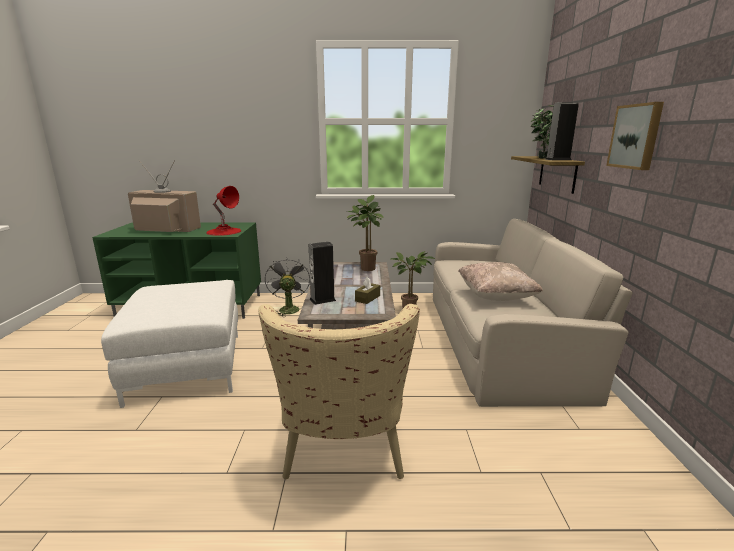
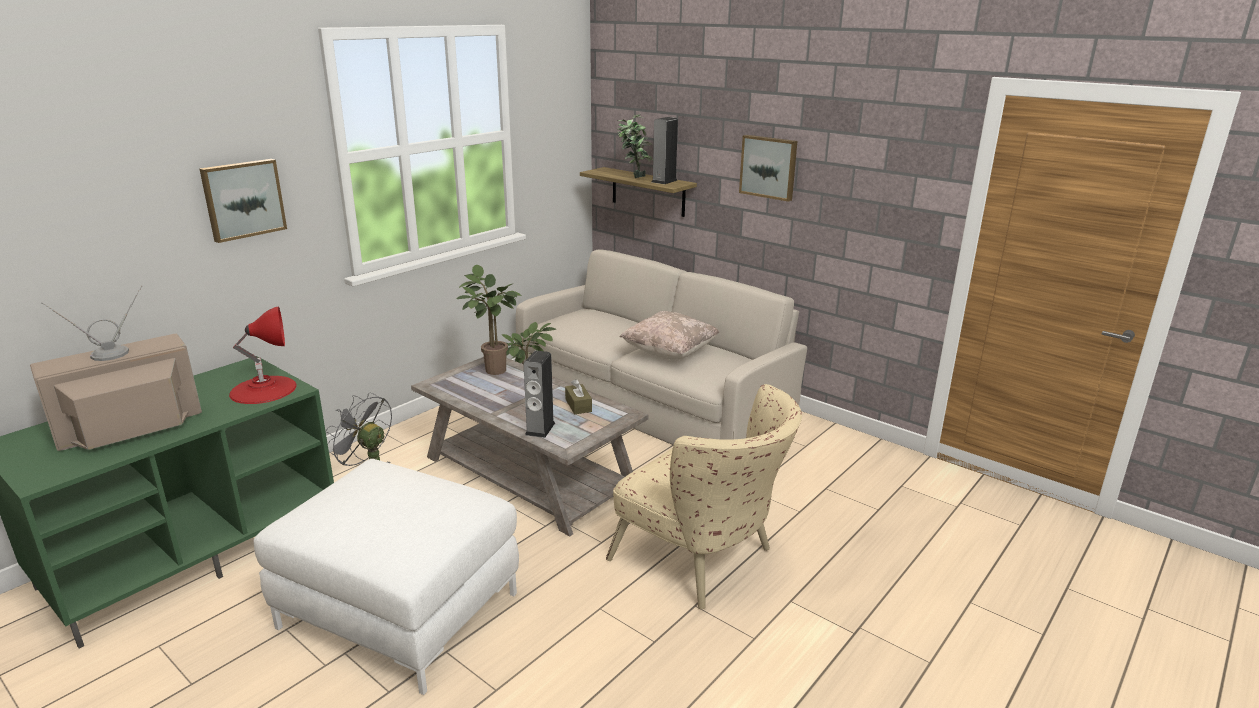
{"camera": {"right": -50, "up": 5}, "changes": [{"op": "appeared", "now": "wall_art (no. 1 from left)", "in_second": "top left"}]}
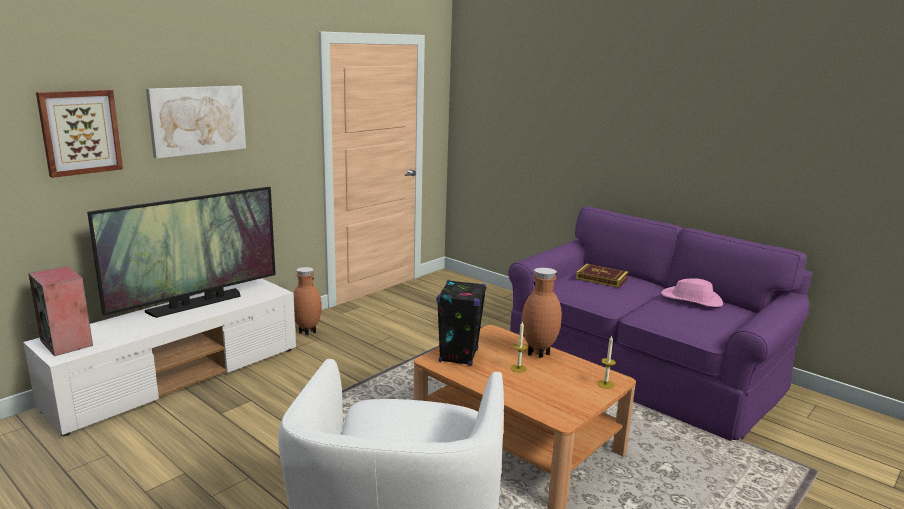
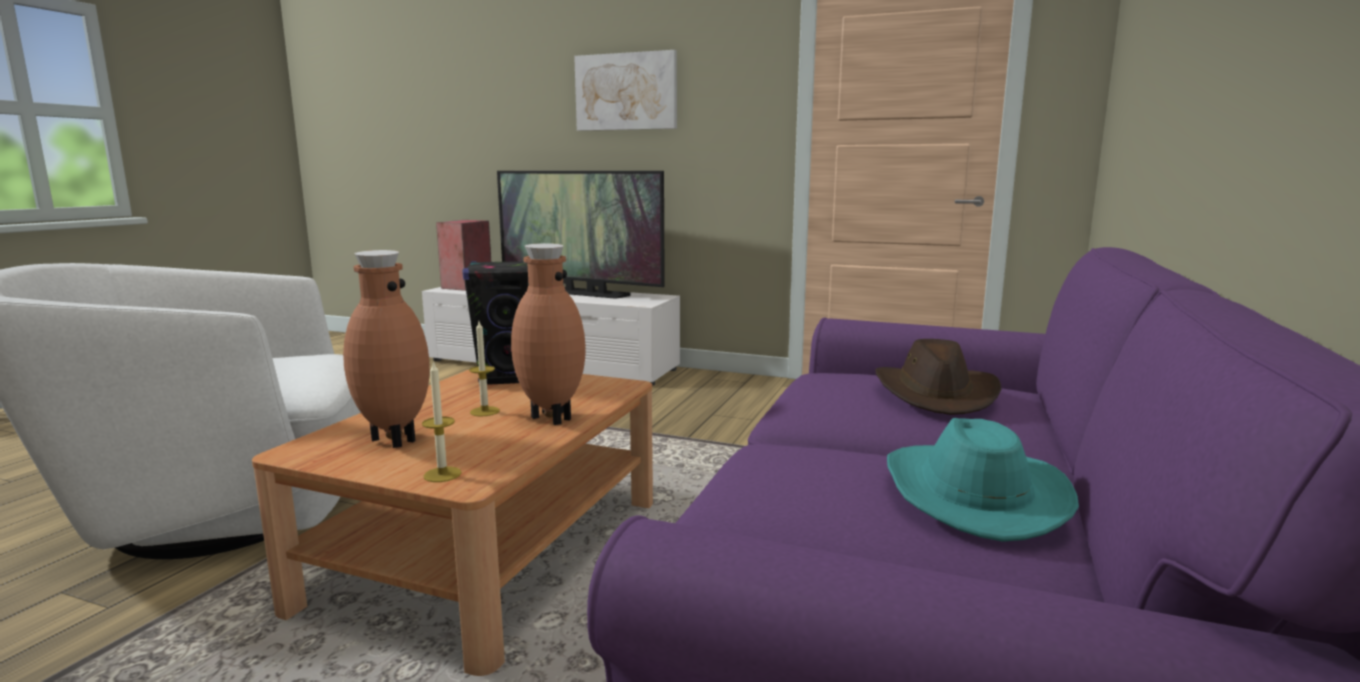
{"camera": {"right": 70, "up": -5}, "changes": [{"op": "missing", "was": "wall_art (no. 1 from left)", "in_first": "top left"}, {"op": "exchanged", "was": "volume", "now": "brown-coloured_clothing_hat", "in_first": "centre", "in_second": "middle right"}, {"op": "relocated", "was": "brown-coloured_decorative_vase (no. 1 from left)", "in_first": "centre", "in_second": "middle left"}, {"op": "colour", "was": "pink_clothing_hat", "now": "turquoise_clothing_hat", "in_first": "middle right", "in_second": "bottom right"}]}
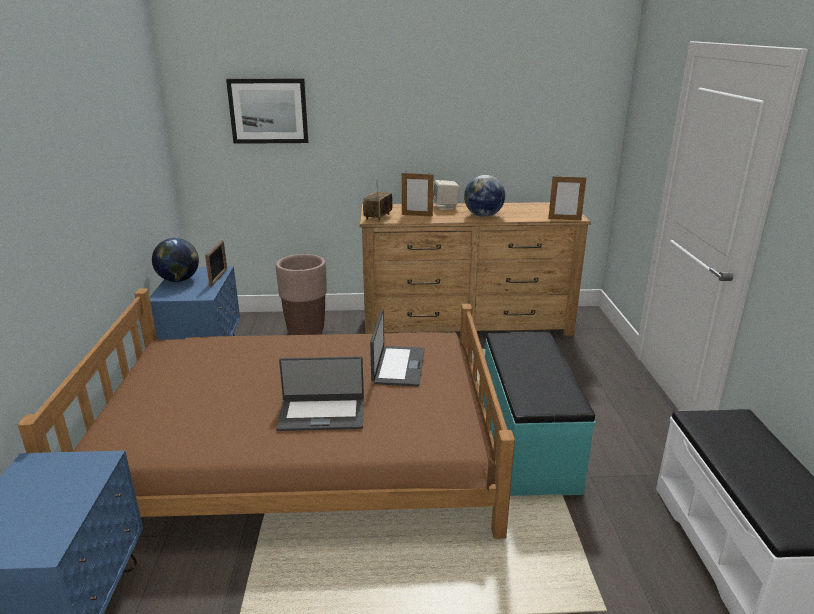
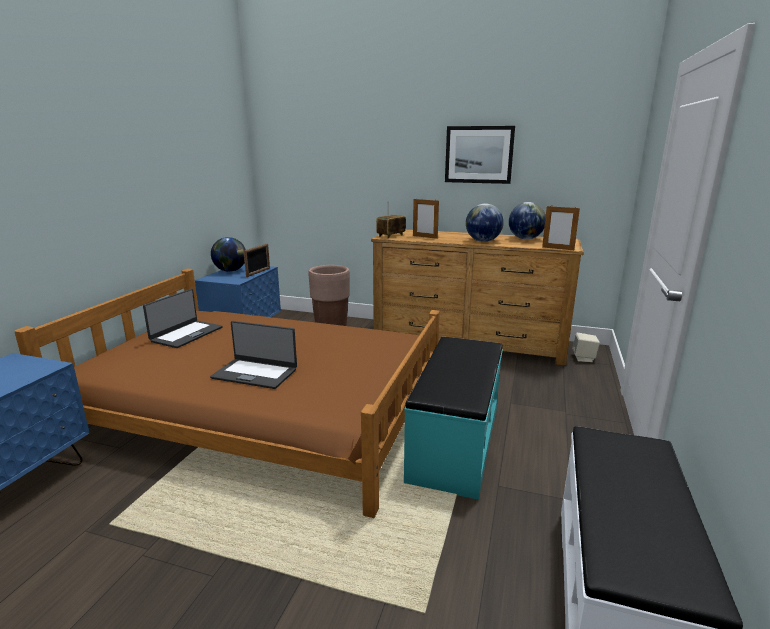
{"camera": {"right": 20, "up": -5}, "changes": [{"op": "relocated", "was": "wall_art", "in_first": "top left", "in_second": "top centre"}, {"op": "relocated", "was": "sand-coloured_loudspeaker", "in_first": "top centre", "in_second": "middle right"}, {"op": "relocated", "was": "notebook_computer (no. 2 from left in the first image)", "now": "notebook_computer (no. 1 from left)", "in_first": "centre", "in_second": "middle left"}, {"op": "appeared", "now": "world_globe (no. 3 from left)", "in_second": "middle right"}]}
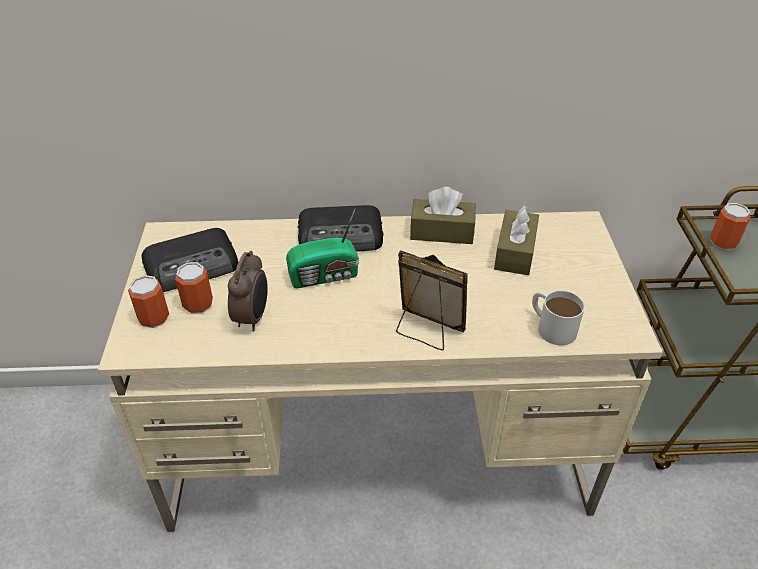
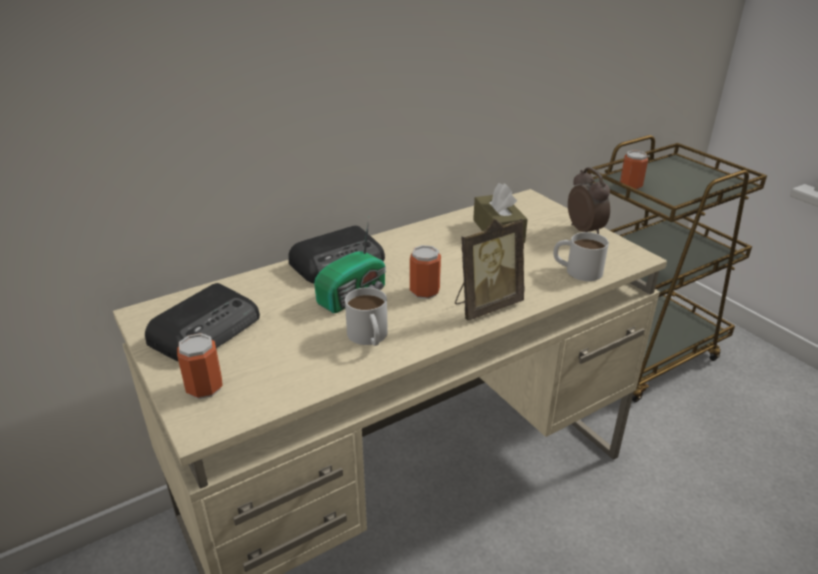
{"camera": {"right": -30, "up": -10}, "changes": [{"op": "missing", "was": "brown-coloured_tissue_box (no. 1 from left)", "in_first": "centre"}, {"op": "spun", "was": "picture_frame", "in_first": "centre", "in_second": "centre", "clockwise": 150}, {"op": "relocated", "was": "alarm_clock", "in_first": "middle left", "in_second": "middle right"}, {"op": "relocated", "was": "can (no. 2 from left)", "in_first": "middle left", "in_second": "centre"}, {"op": "appeared", "now": "white-coloured_mug (no. 1 from left)", "in_second": "centre"}]}
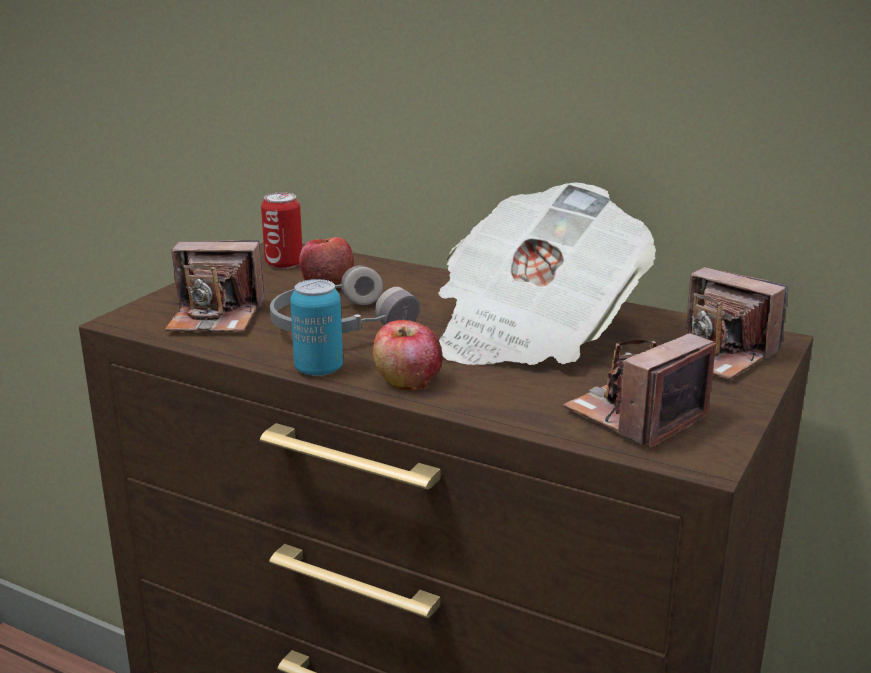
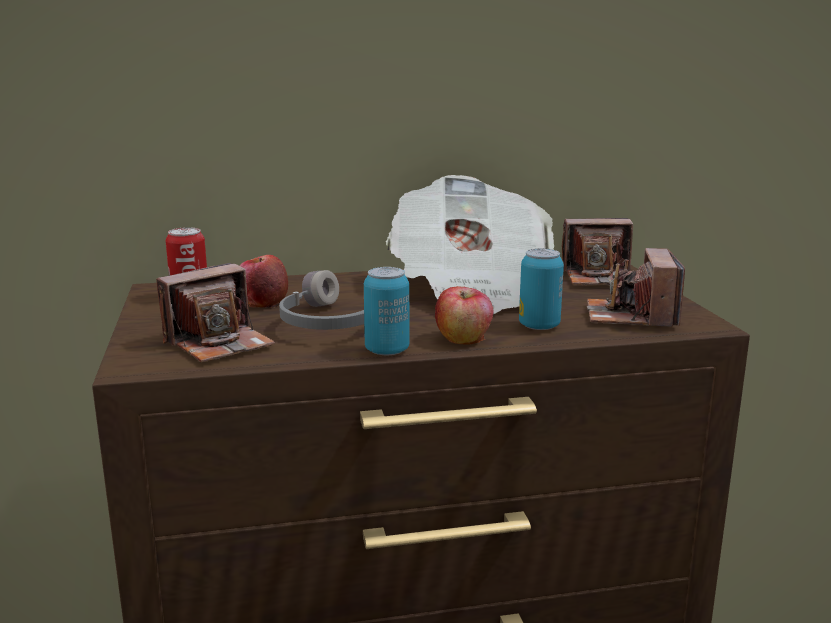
{"camera": {"right": -40, "up": -5}, "changes": [{"op": "appeared", "now": "can (no. 3 from left)", "in_second": "centre"}]}
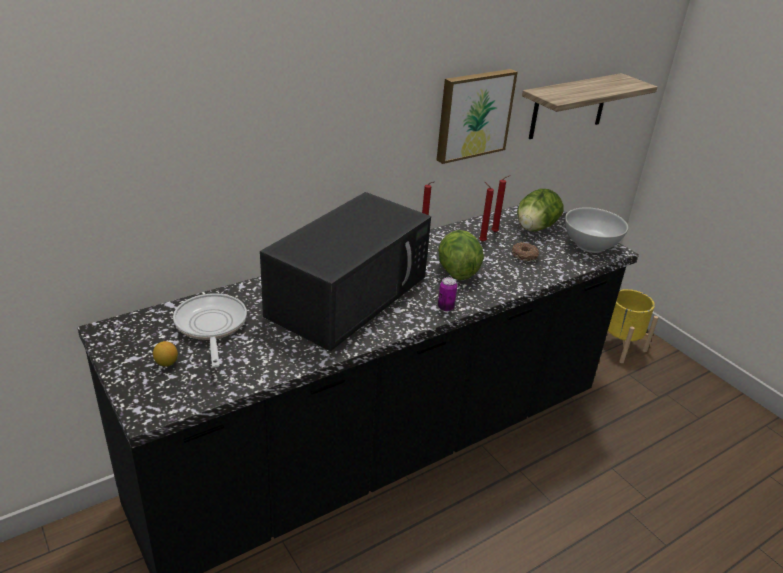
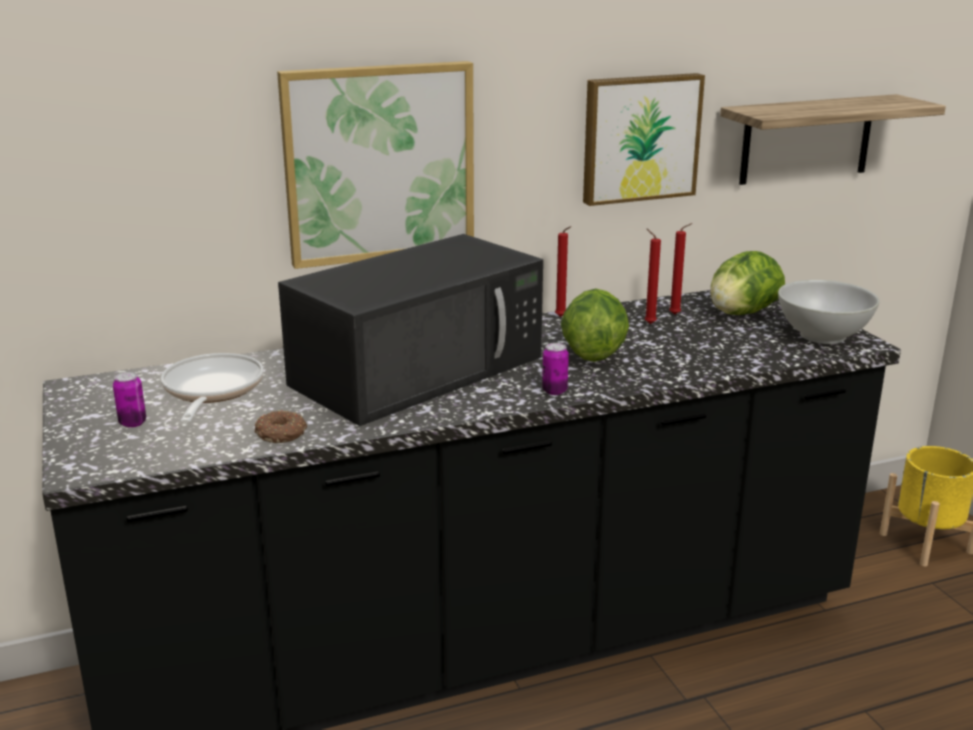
{"camera": {"right": 15, "up": -10}, "changes": [{"op": "relocated", "was": "donut", "in_first": "middle right", "in_second": "middle left"}, {"op": "exchanged", "was": "whole_lemon", "now": "can (no. 1 from left)", "in_first": "middle left", "in_second": "middle left"}, {"op": "appeared", "now": "wall_art (no. 1 from left)", "in_second": "top centre"}]}
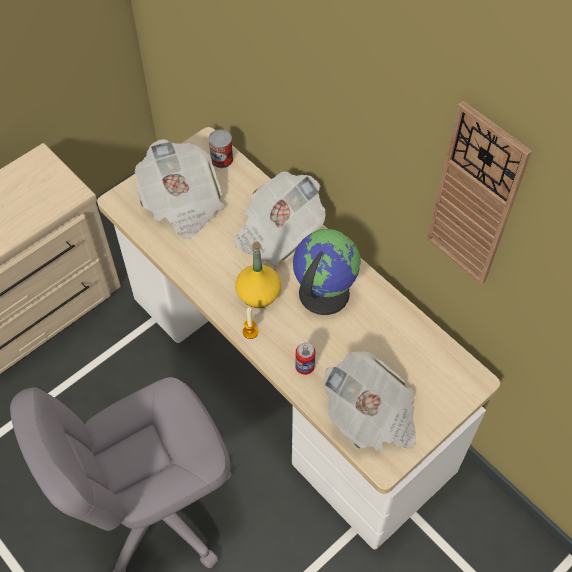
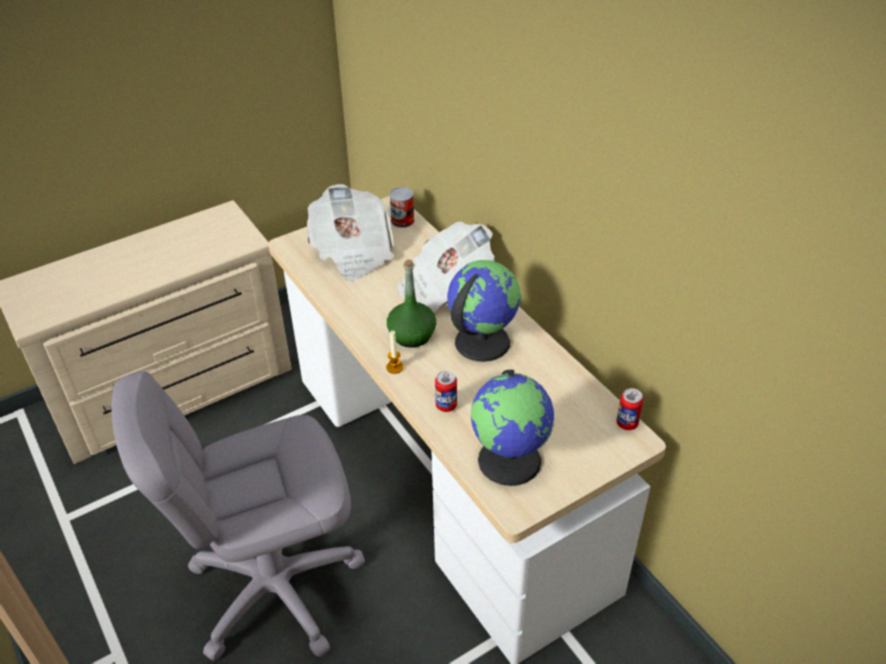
{"camera": {"right": 10, "up": -15}, "changes": [{"op": "missing", "was": "wall_clock", "in_first": "middle right"}, {"op": "colour", "was": "yellowish_bottle", "now": "green-coloured_bottle", "in_first": "centre", "in_second": "centre"}, {"op": "exchanged", "was": "daily_paper (no. 3 from left)", "now": "world_globe (no. 2 from left)", "in_first": "bottom centre", "in_second": "centre"}, {"op": "appeared", "now": "can (no. 3 from left)", "in_second": "middle right"}]}
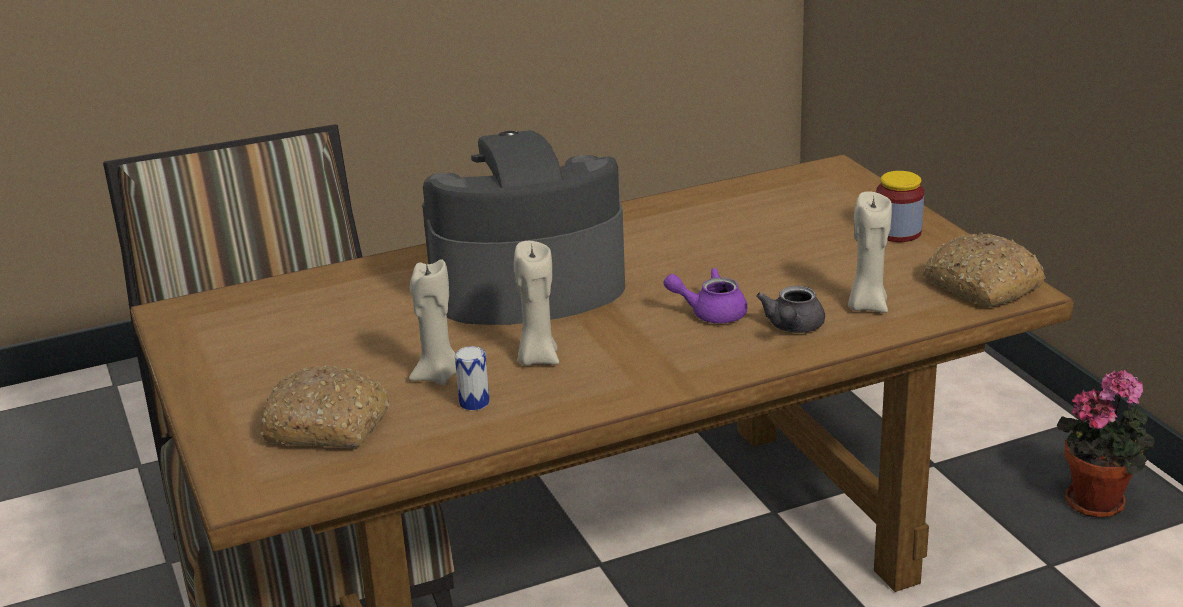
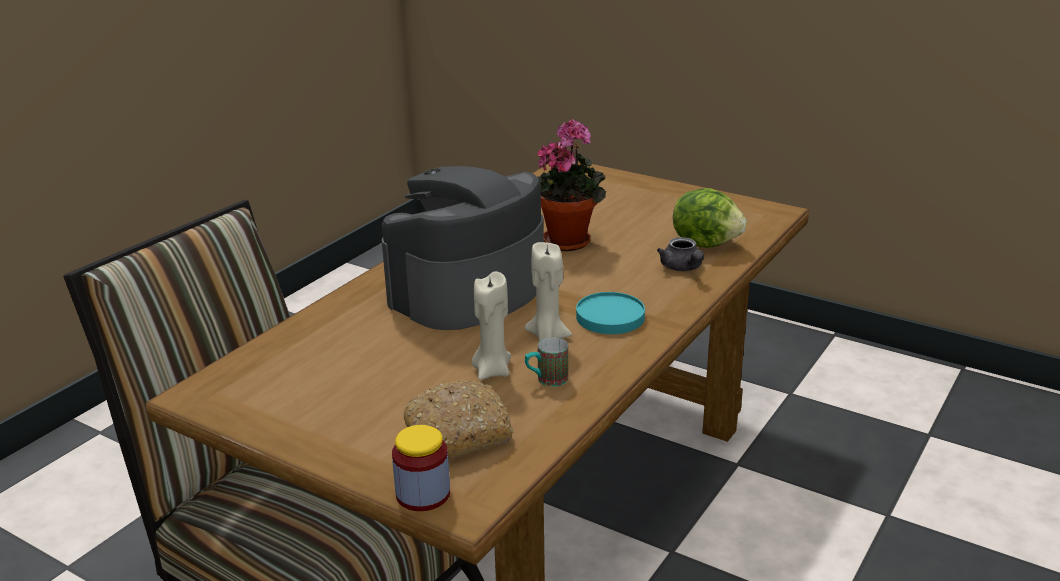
{"camera": {"right": -35, "up": 0}, "changes": [{"op": "relocated", "was": "preserve_jar", "in_first": "middle right", "in_second": "bottom centre"}, {"op": "exchanged", "was": "sand-coloured_wax_light (no. 3 from left)", "now": "lettuce", "in_first": "middle right", "in_second": "middle right"}, {"op": "missing", "was": "bread (no. 2 from left)", "in_first": "middle right"}, {"op": "missing", "was": "purplish_teapot", "in_first": "centre"}, {"op": "exchanged", "was": "can", "now": "mug", "in_first": "centre", "in_second": "centre"}, {"op": "relocated", "was": "potted_plant", "in_first": "bottom right", "in_second": "top centre"}, {"op": "appeared", "now": "turquoise_plate", "in_second": "centre"}]}
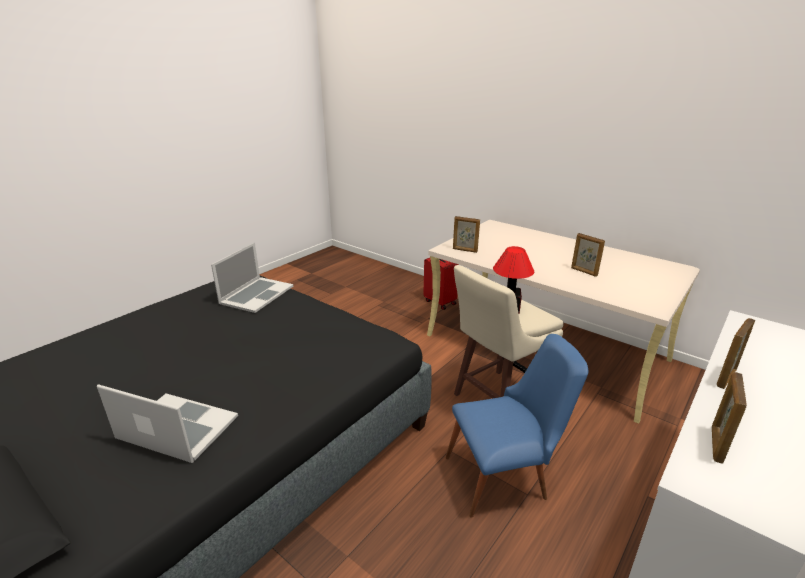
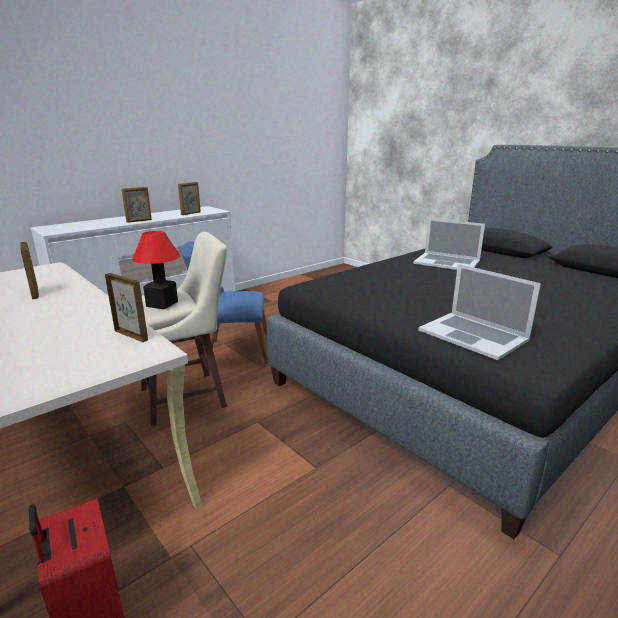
{"camera": {"right": -170, "up": -5}, "changes": [{"op": "spun", "was": "notebook_computer (no. 2 from left)", "in_first": "middle left", "in_second": "middle right", "clockwise": -75}]}
